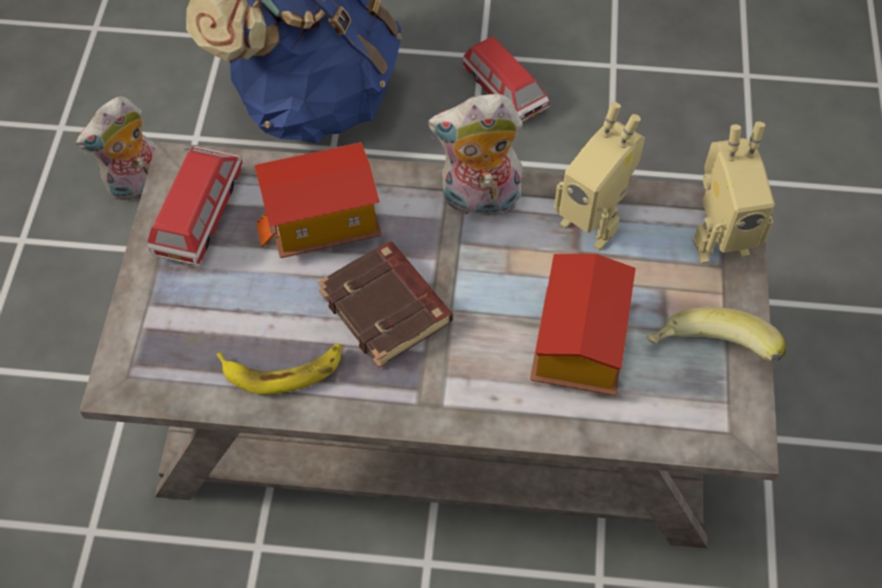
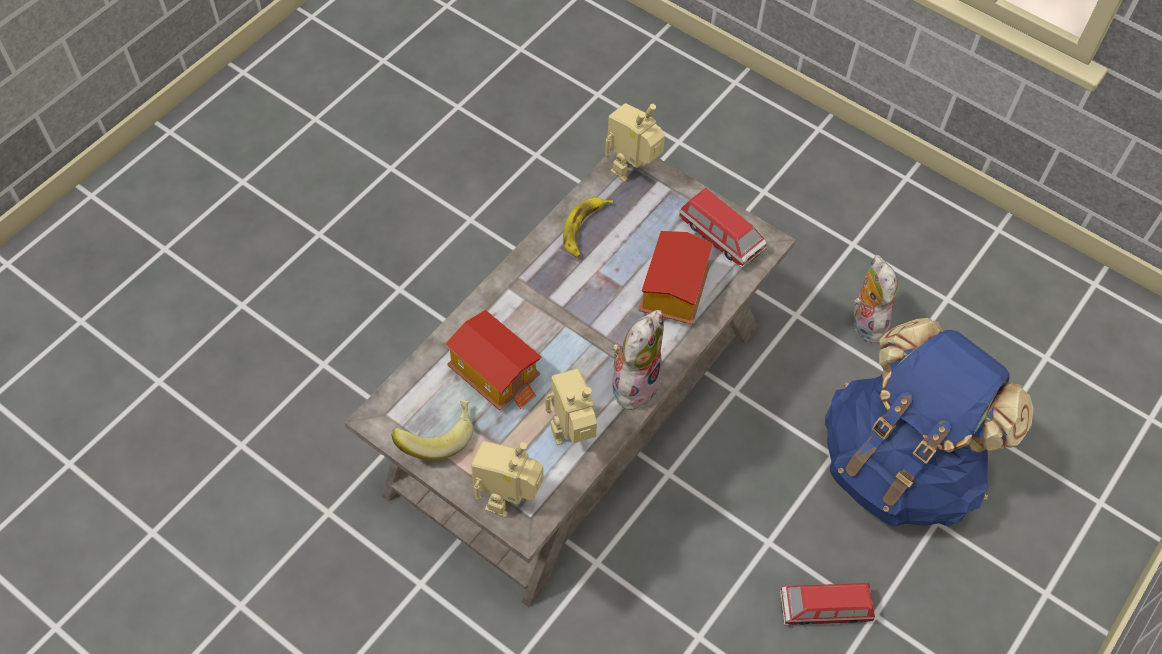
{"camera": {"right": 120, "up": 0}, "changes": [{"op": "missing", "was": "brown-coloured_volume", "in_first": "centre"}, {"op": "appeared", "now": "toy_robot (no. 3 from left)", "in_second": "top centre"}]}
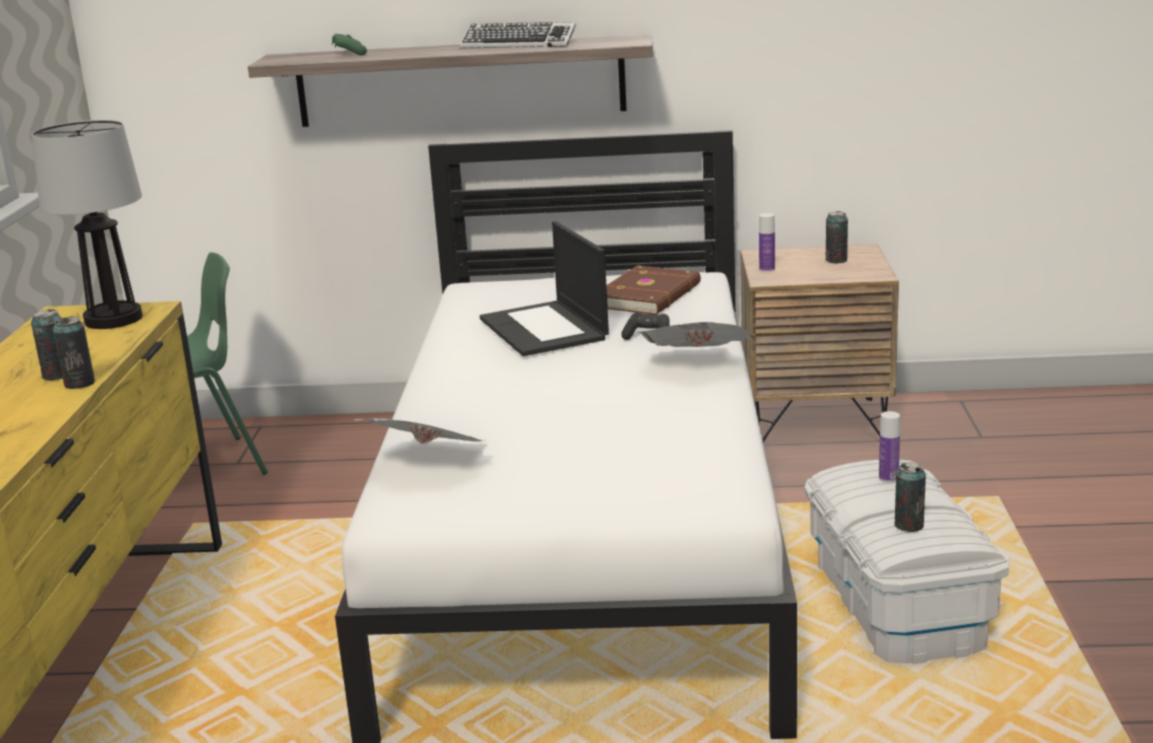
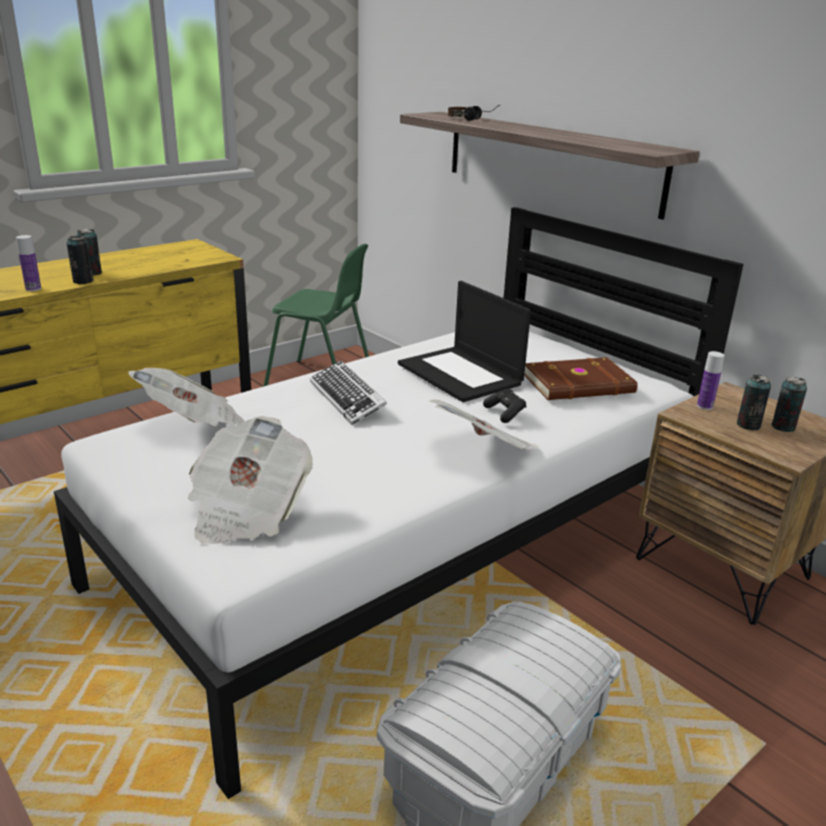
{"camera": {"right": 45, "up": 5}, "changes": [{"op": "relocated", "was": "keyboard", "in_first": "top centre", "in_second": "centre"}, {"op": "exchanged", "was": "green-coloured_joypad", "now": "headphones", "in_first": "top left", "in_second": "top centre"}, {"op": "missing", "was": "tabletop_lamp", "in_first": "top left"}, {"op": "spun", "was": "notebook_computer", "in_first": "centre", "in_second": "centre", "clockwise": -60}, {"op": "relocated", "was": "bottle (no. 2 from left in the first image)", "now": "bottle (no. 1 from left)", "in_first": "middle right", "in_second": "top left"}, {"op": "relocated", "was": "can (no. 4 from left in the first image)", "now": "can (no. 3 from left)", "in_first": "bottom right", "in_second": "middle right"}, {"op": "appeared", "now": "daily_paper (no. 2 from left)", "in_second": "middle left"}]}
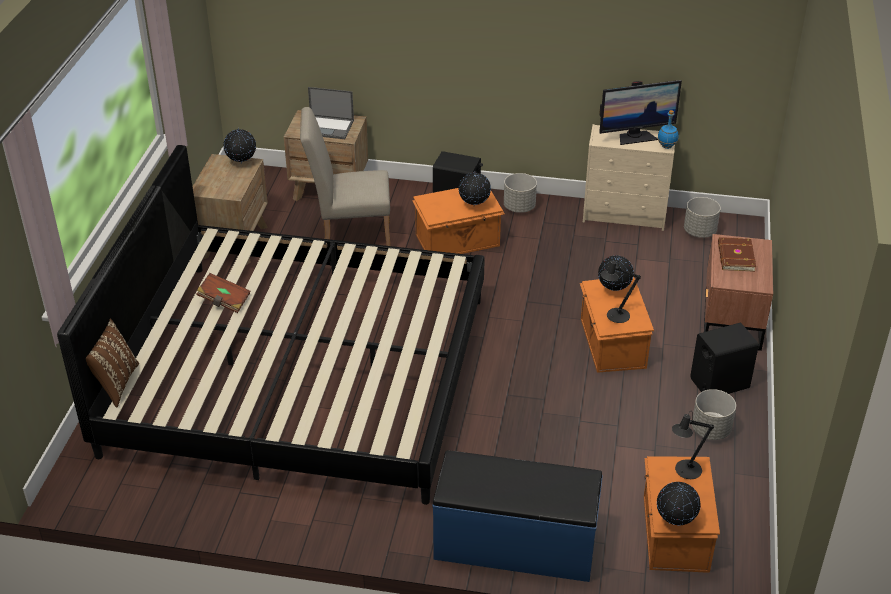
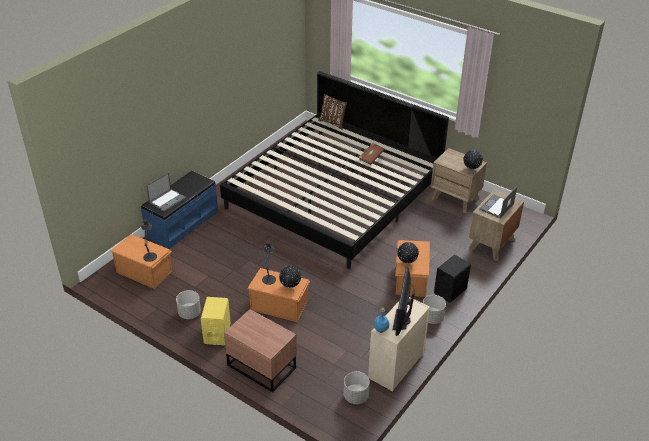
{"camera": {"right": 115, "up": 0}, "changes": [{"op": "missing", "was": "sand-coloured_chair", "in_first": "top centre"}, {"op": "missing", "was": "brown-coloured_volume (no. 2 from left)", "in_first": "middle right"}, {"op": "colour", "was": "blackish_loudspeaker (no. 2 from left)", "now": "yellowish_loudspeaker", "in_first": "middle right", "in_second": "bottom left"}, {"op": "missing", "was": "world_globe (no. 4 from left)", "in_first": "bottom right"}, {"op": "appeared", "now": "notebook_computer (no. 1 from left)", "in_second": "middle left"}]}
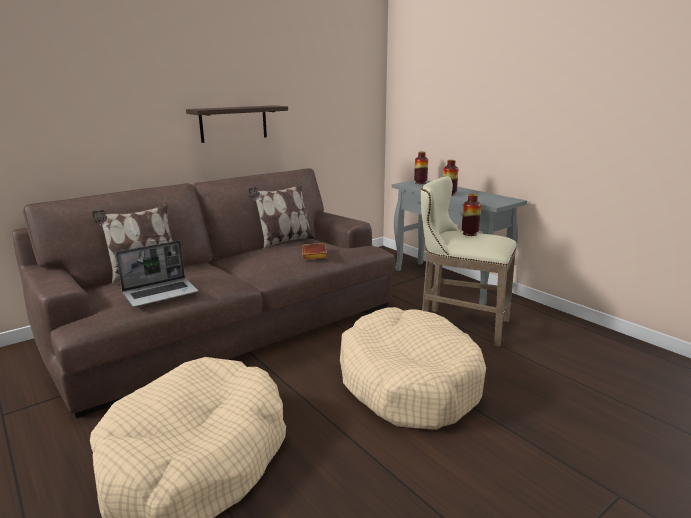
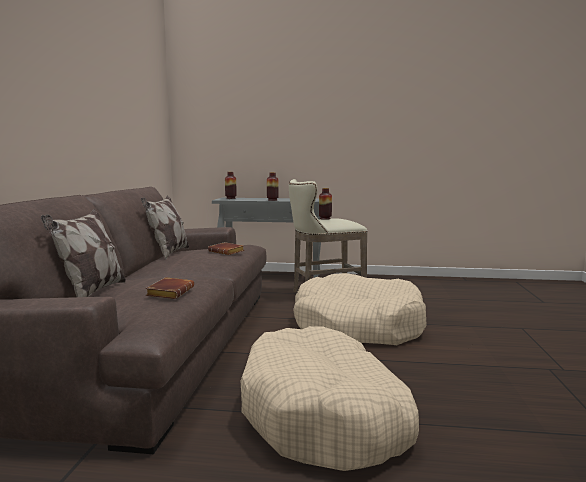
{"camera": {"right": -45, "up": -10}, "changes": [{"op": "missing", "was": "wall_shelf", "in_first": "top centre"}, {"op": "exchanged", "was": "notebook_computer", "now": "brown-coloured_volume (no. 1 from left)", "in_first": "middle left", "in_second": "middle left"}]}
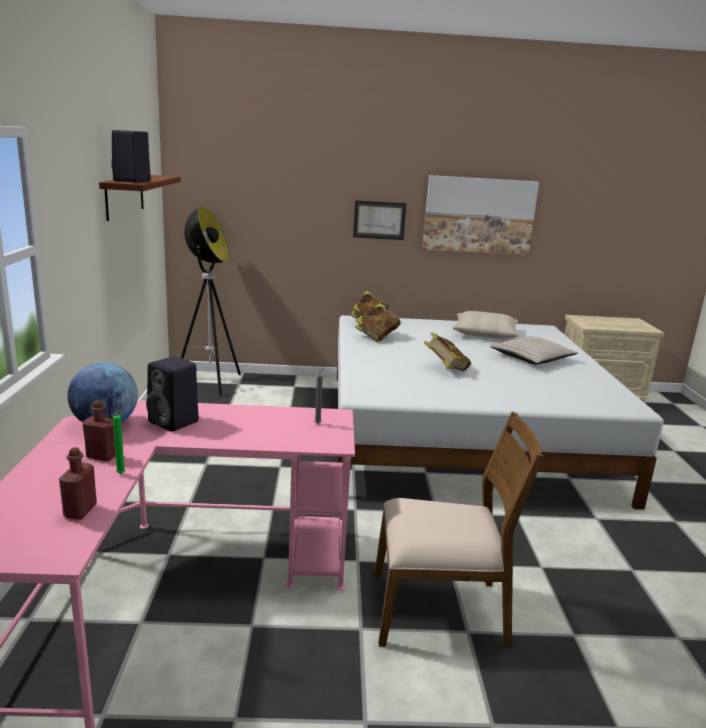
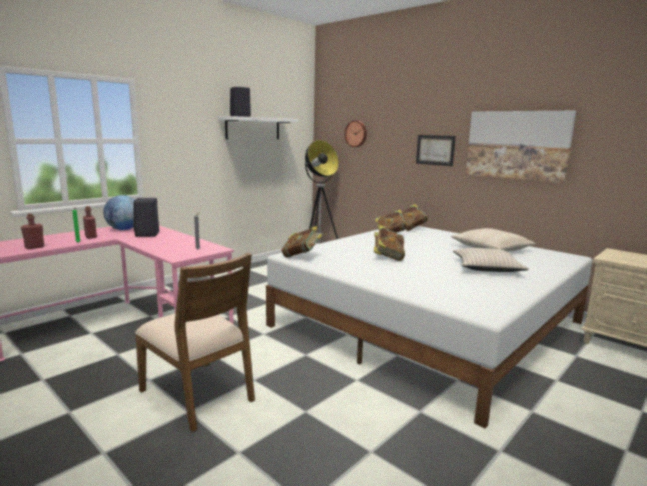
{"camera": {"right": 45, "up": -5}, "changes": [{"op": "colour", "was": "brown-coloured_wall_shelf", "now": "white-coloured_wall_shelf", "in_first": "top left", "in_second": "top centre"}, {"op": "appeared", "now": "wall_clock", "in_second": "top centre"}, {"op": "appeared", "now": "volume (no. 1 from left)", "in_second": "centre"}]}
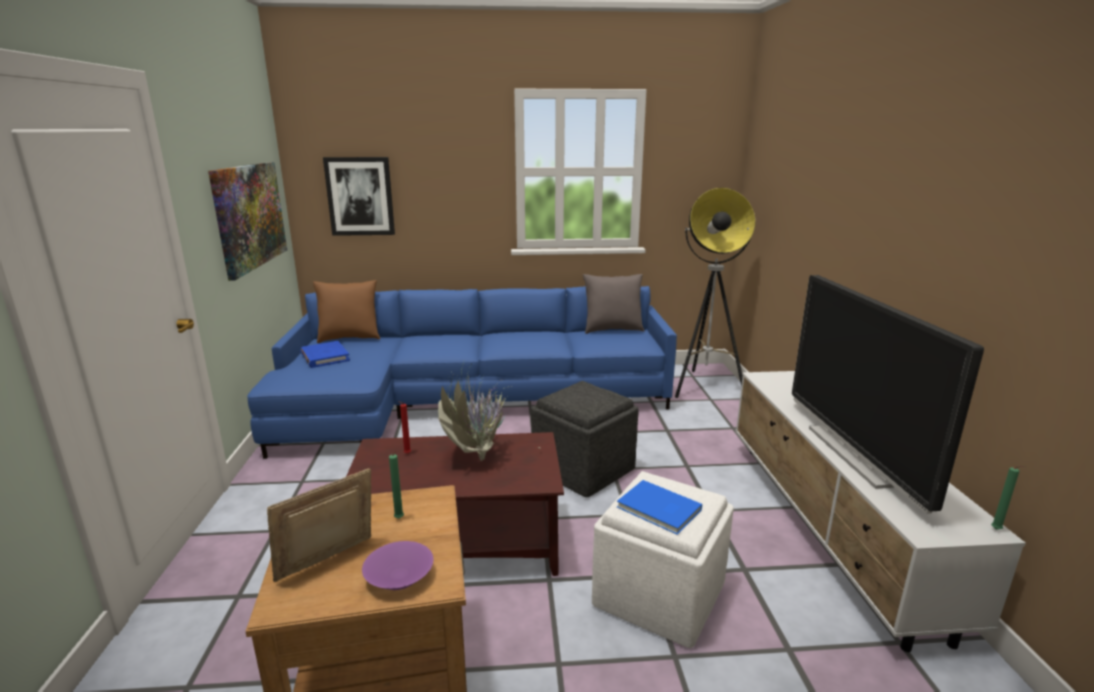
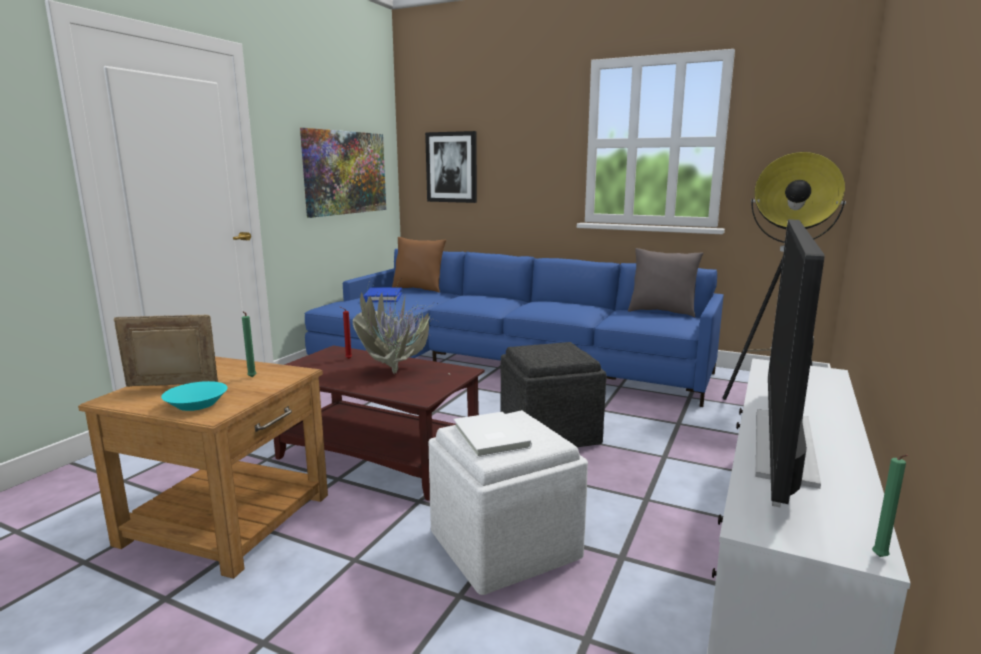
{"camera": {"right": 30, "up": -5}, "changes": [{"op": "colour", "was": "blue_volume (no. 2 from left)", "now": "white-coloured_volume", "in_first": "bottom centre", "in_second": "centre"}, {"op": "colour", "was": "purplish_deep_dish", "now": "turquoise_deep_dish", "in_first": "bottom centre", "in_second": "middle left"}]}
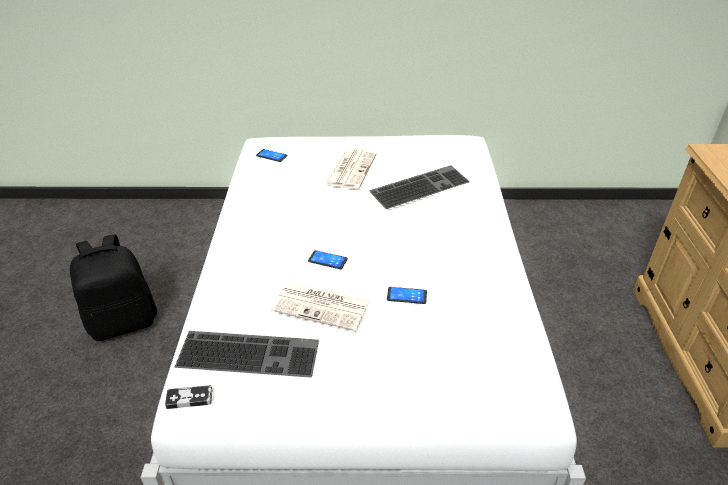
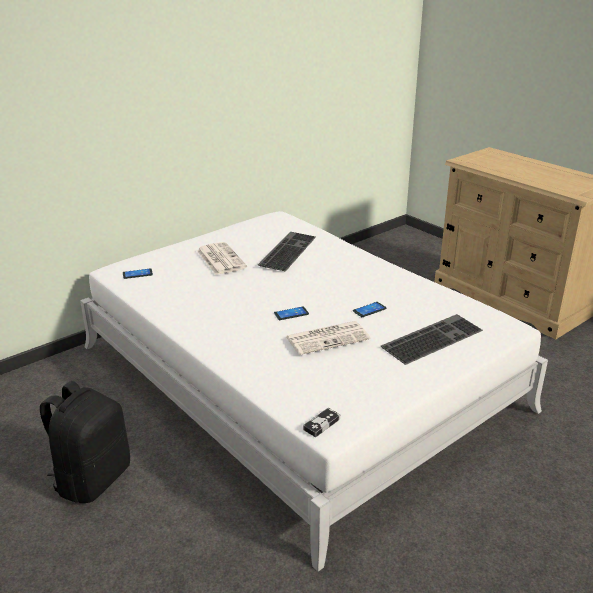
{"camera": {"right": -40, "up": -10}, "changes": [{"op": "relocated", "was": "keyboard (no. 1 from left in the first image)", "now": "keyboard (no. 2 from left)", "in_first": "bottom centre", "in_second": "middle right"}]}
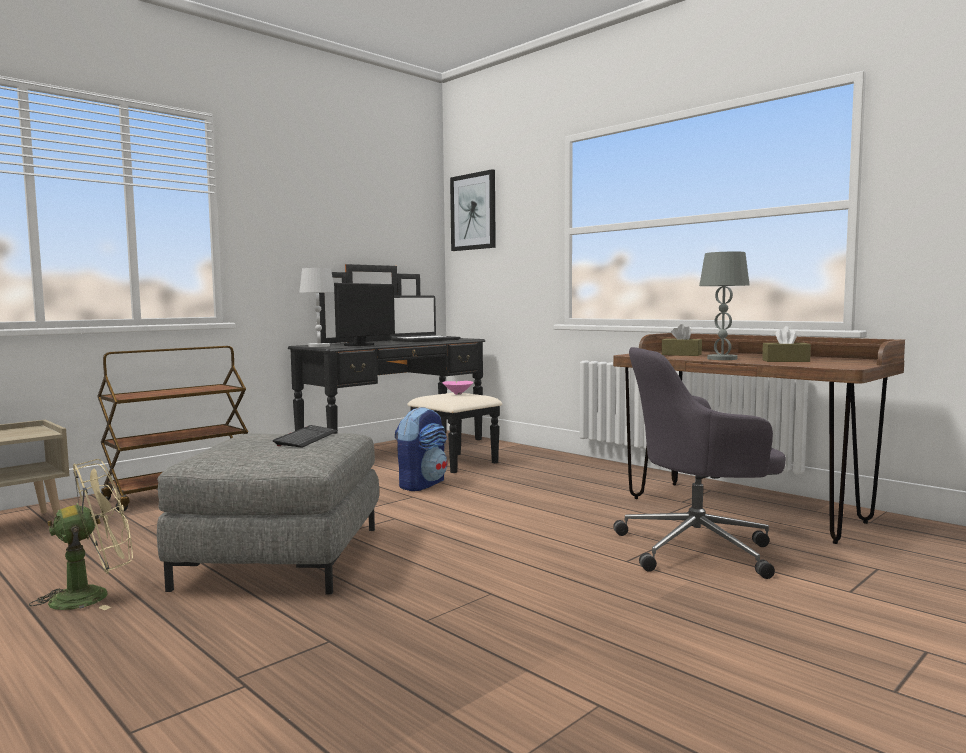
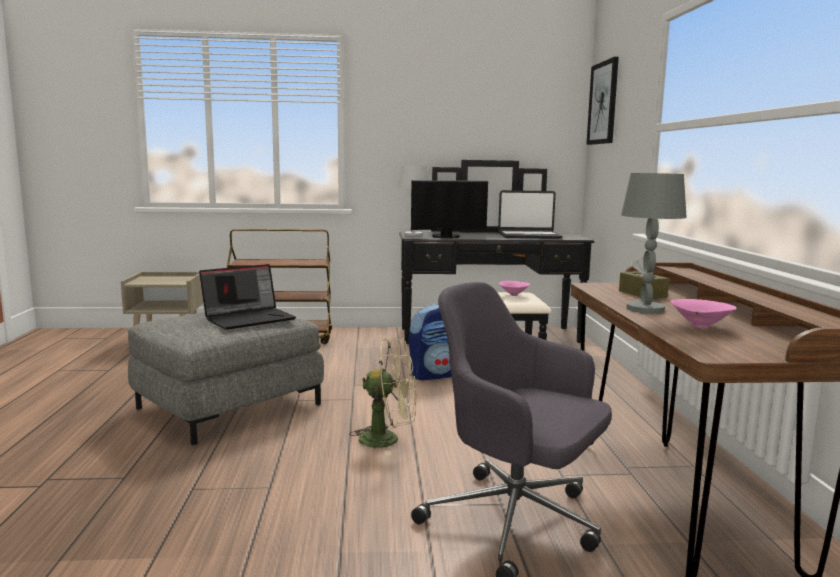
{"camera": {"right": 40, "up": 5}, "changes": [{"op": "exchanged", "was": "brown-coloured_tissue_box (no. 2 from left)", "now": "pink_deep_dish (no. 2 from left)", "in_first": "middle right", "in_second": "middle right"}, {"op": "exchanged", "was": "keyboard", "now": "notebook_computer (no. 1 from left)", "in_first": "middle left", "in_second": "middle left"}, {"op": "relocated", "was": "sand-coloured_fan", "in_first": "bottom left", "in_second": "bottom centre"}]}
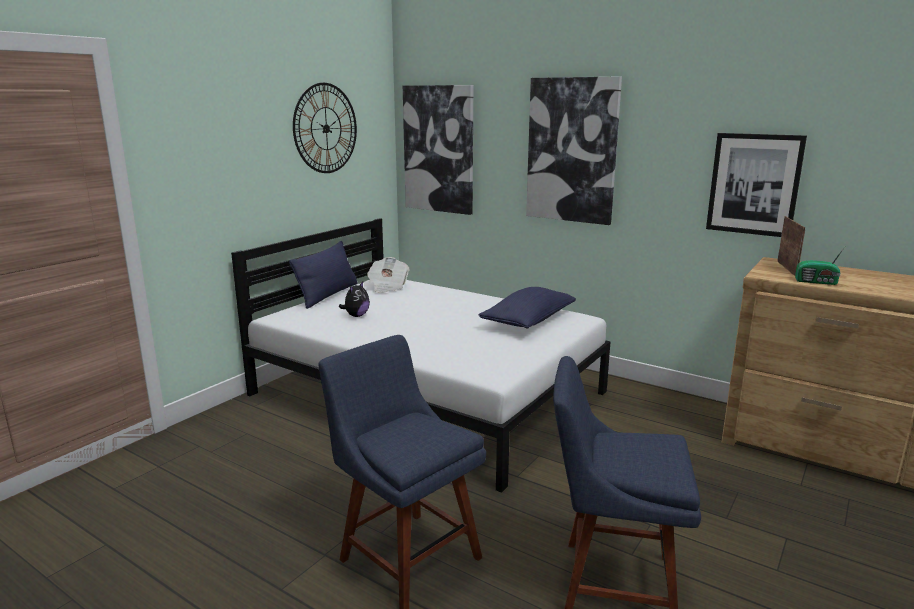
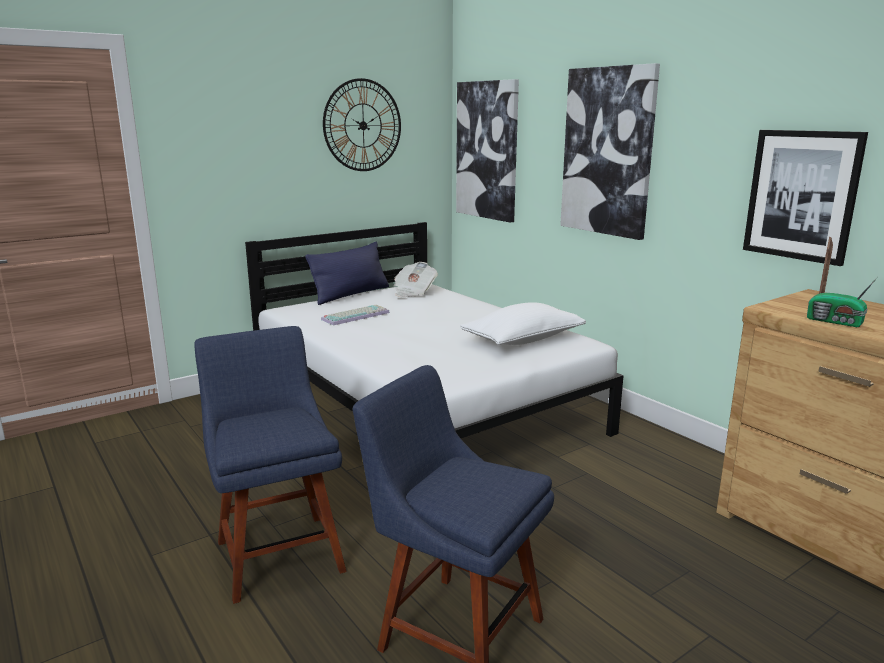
{"camera": {"right": 20, "up": 0}, "changes": [{"op": "exchanged", "was": "soft_toy", "now": "keyboard", "in_first": "centre", "in_second": "centre"}, {"op": "colour", "was": "blue_pillow (no. 2 from left)", "now": "white-coloured_pillow", "in_first": "centre", "in_second": "centre"}]}
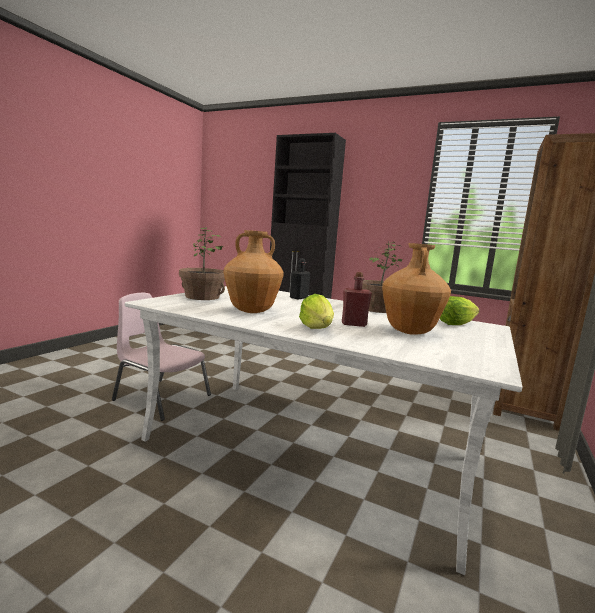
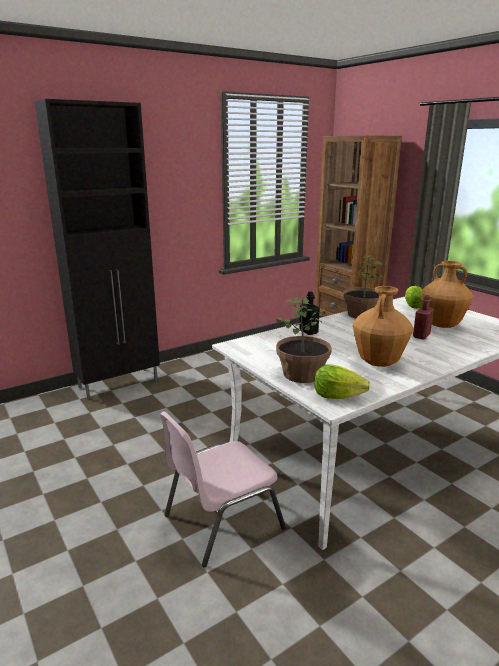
{"camera": {"right": -60, "up": 10}, "changes": [{"op": "relocated", "was": "lettuce (no. 1 from left)", "in_first": "centre", "in_second": "middle right"}]}
